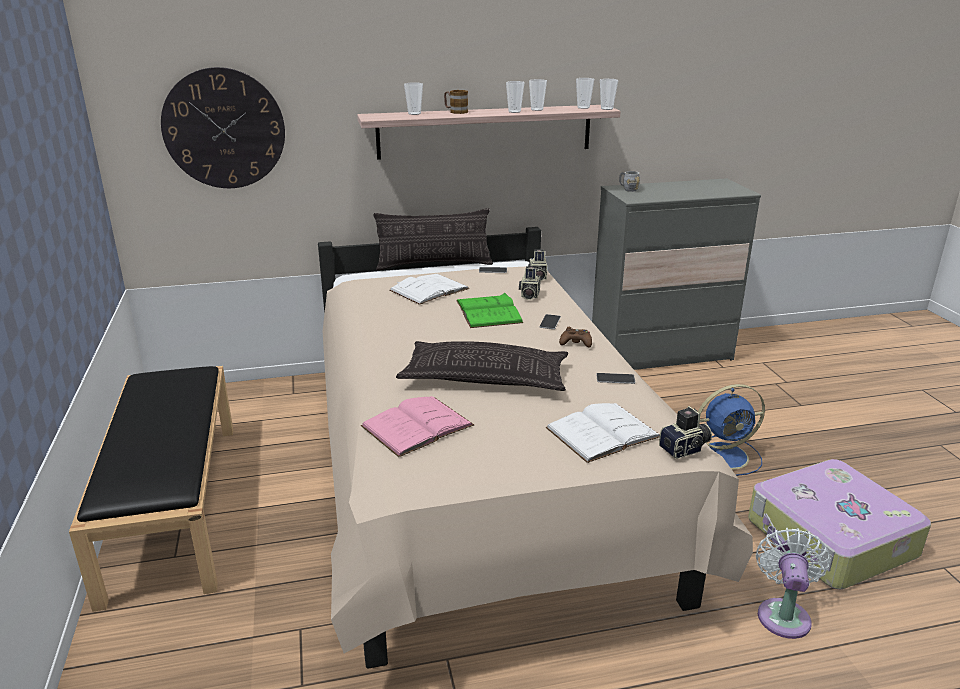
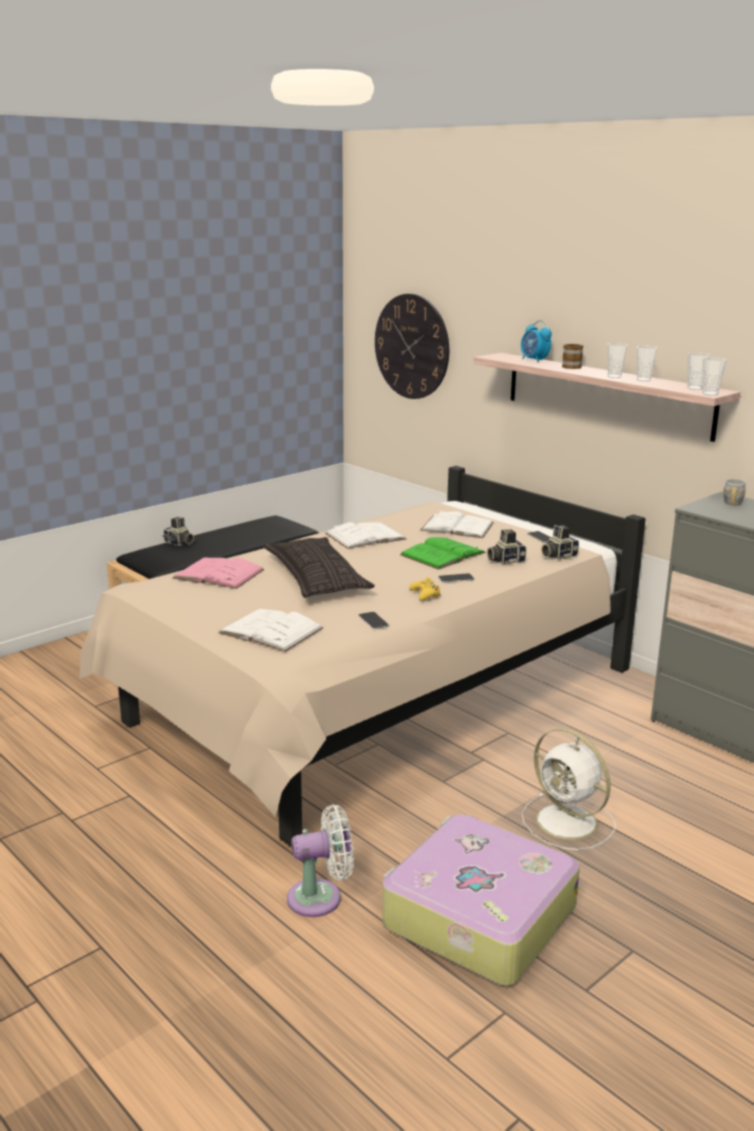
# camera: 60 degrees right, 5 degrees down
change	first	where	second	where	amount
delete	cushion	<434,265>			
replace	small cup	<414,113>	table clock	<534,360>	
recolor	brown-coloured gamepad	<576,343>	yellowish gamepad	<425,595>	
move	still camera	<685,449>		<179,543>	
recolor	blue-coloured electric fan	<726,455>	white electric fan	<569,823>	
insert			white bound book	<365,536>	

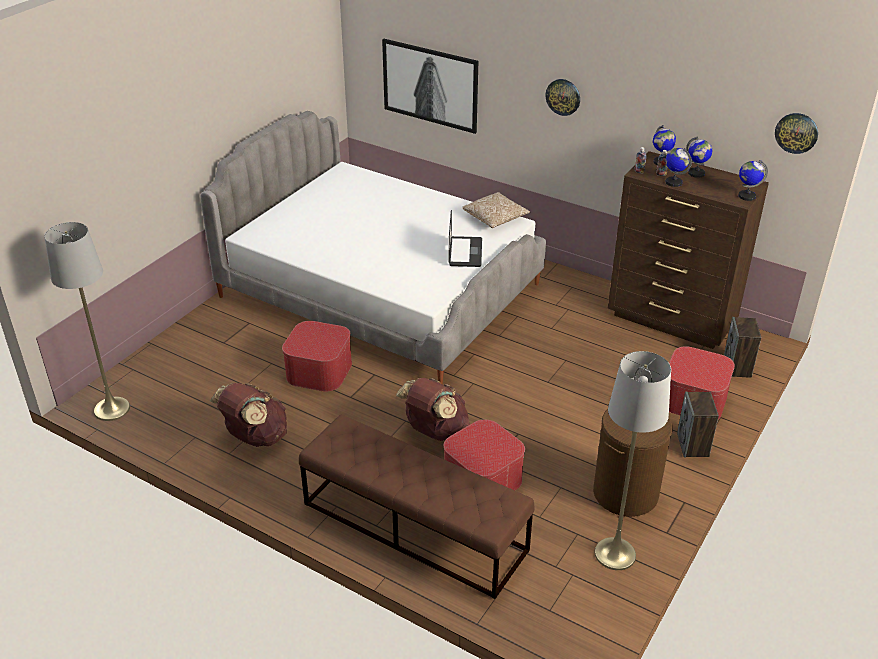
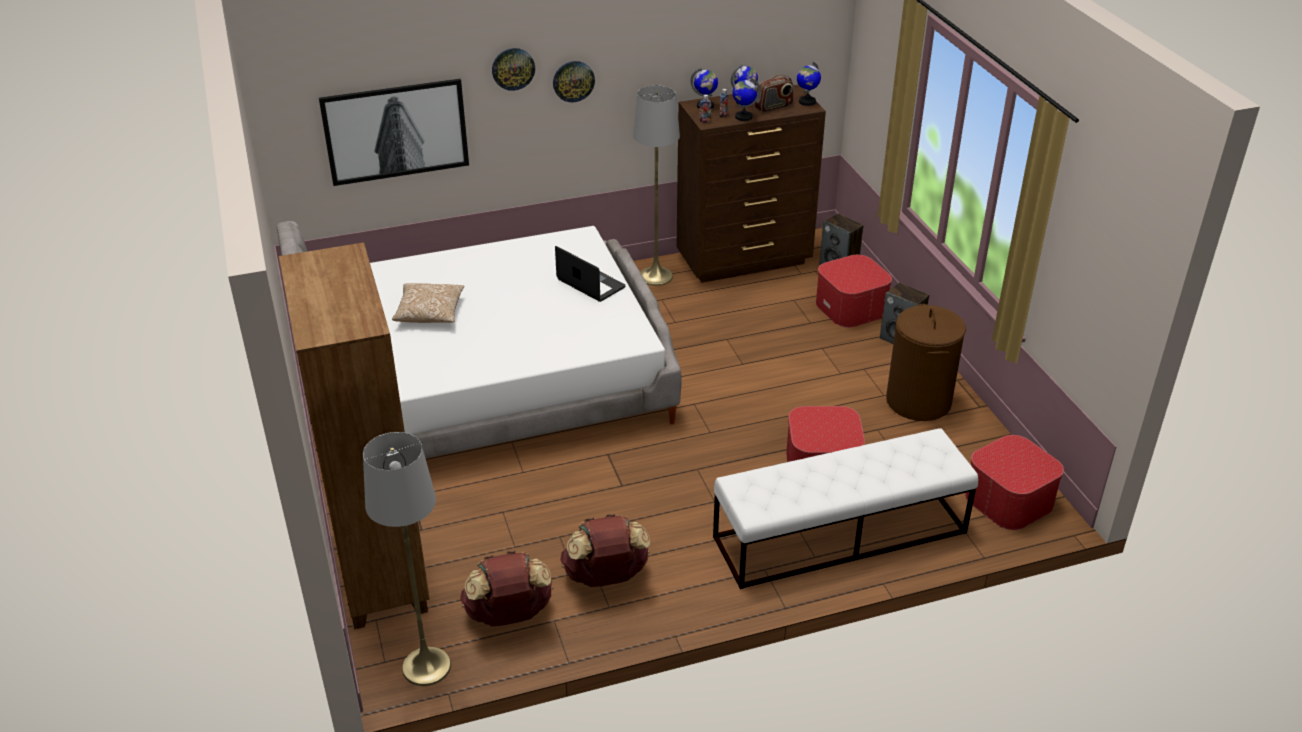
# camera: 50 degrees left, 0 degrees up
change	first	where	second	where	amount
move	pouffe	<319,370>		<1009,500>	
recolor	brown-coloured bench	<413,526>	white bench	<839,535>	
move	brown-coloured rucksack	<435,432>		<509,615>	
move	cushion	<495,218>		<429,313>	
move	greyish floor lamp	<615,553>		<656,276>	
move	wall clock	<796,133>		<513,68>	
insert			brown-coloured shelving unit	<381,567>	
insert			radio set	<774,107>	

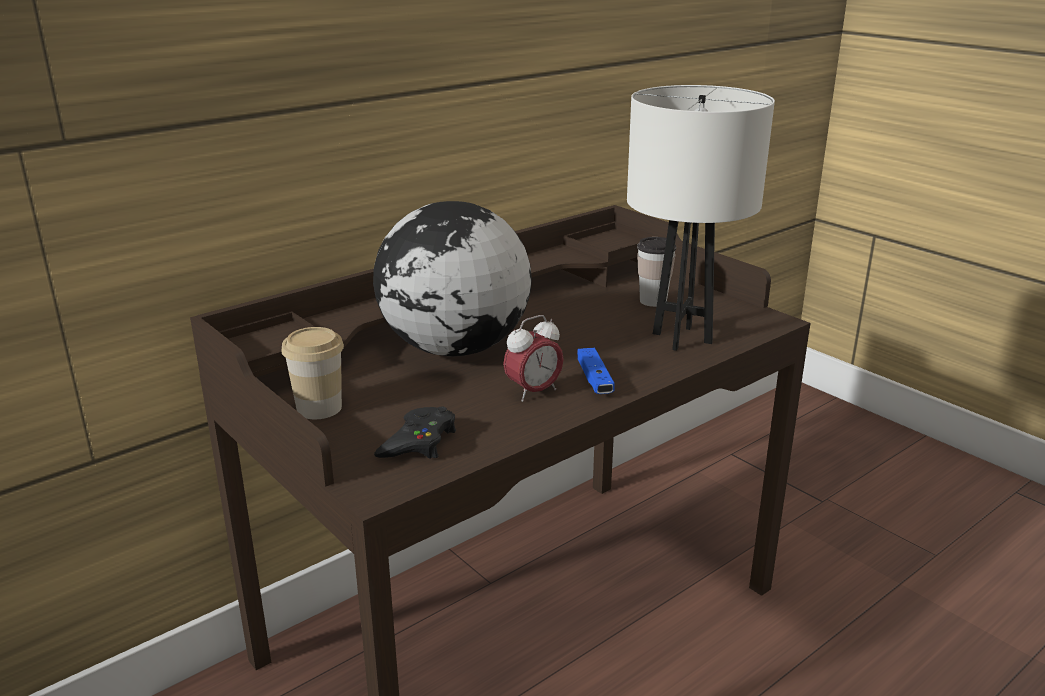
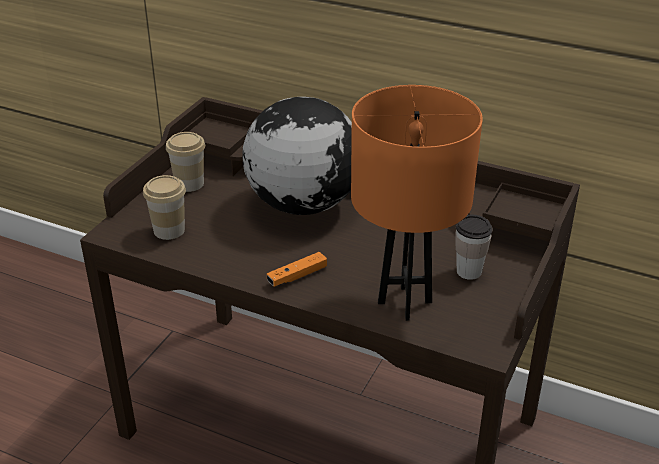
# camera: 65 degrees right, 10 degrees up
change	first	where	second	where	amount
replace	blackish gamepad	<418,442>	small cup	<169,230>	
delete	table clock	<533,392>			
recolor	blue-coloured gamepad	<594,380>	orange-coloured gamepad	<297,276>	
recolor	white table lamp	<681,338>	orange-coloured table lamp	<405,302>	

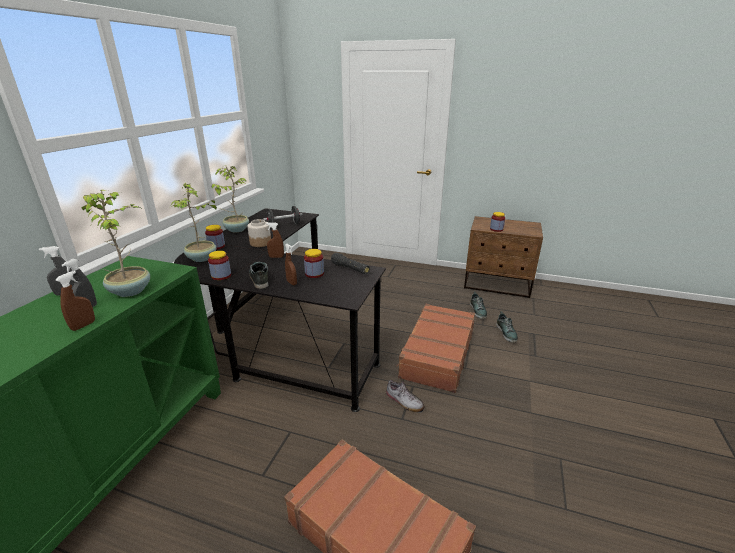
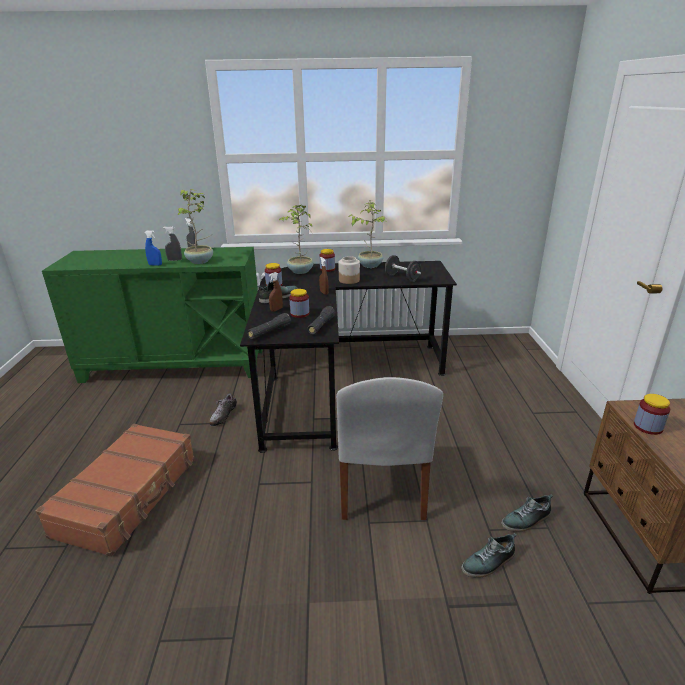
# camera: 70 degrees right, 0 degrees up
change	first	where	second	where	amount
recolor	brown-coloured sprayer	<83,325>	blue-coloured sprayer	<155,265>	
move	shoe	<404,401>		<223,415>	
replace	brown-coloured suitcase	<437,354>	white plain chair	<381,491>	
insert			blackish torch	<270,332>	

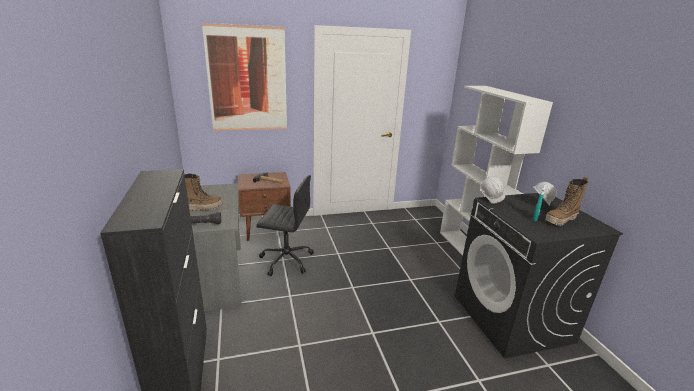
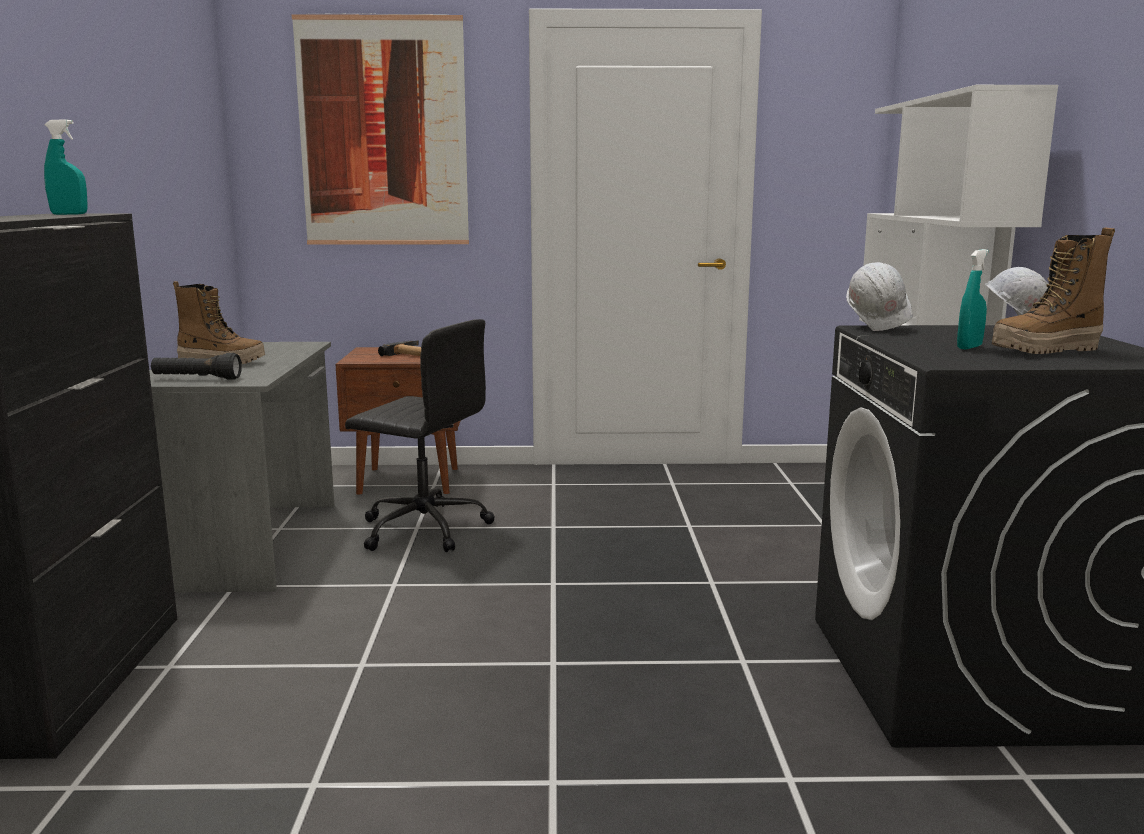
# camera: 15 degrees right, 10 degrees down
change	first	where	second	where	amount
insert			turquoise sprayer	<69,214>	

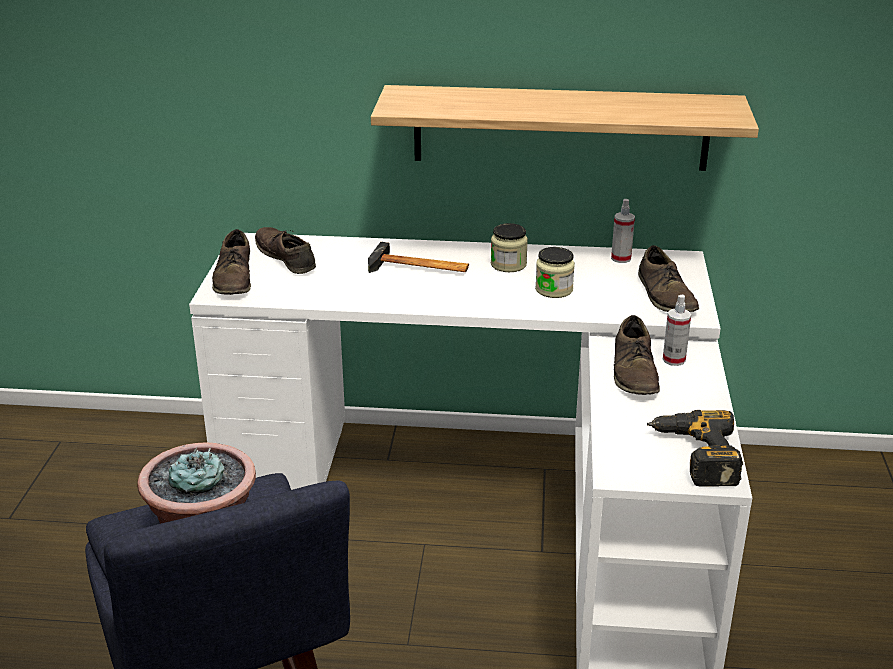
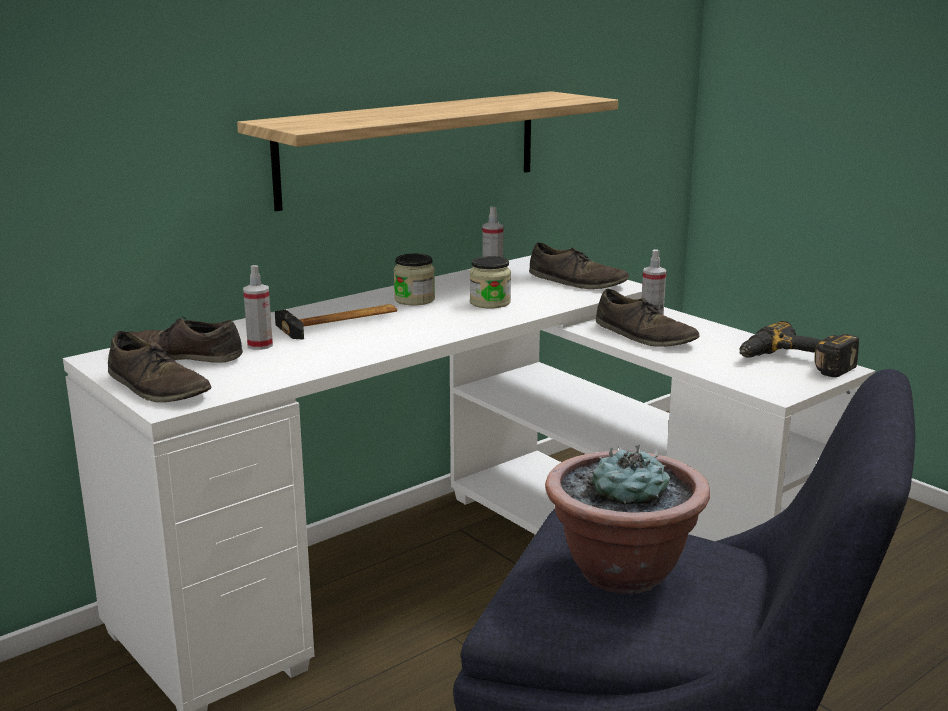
# camera: 45 degrees left, 10 degrees down
change	first	where	second	where	amount
insert			sprayer	<260,345>	

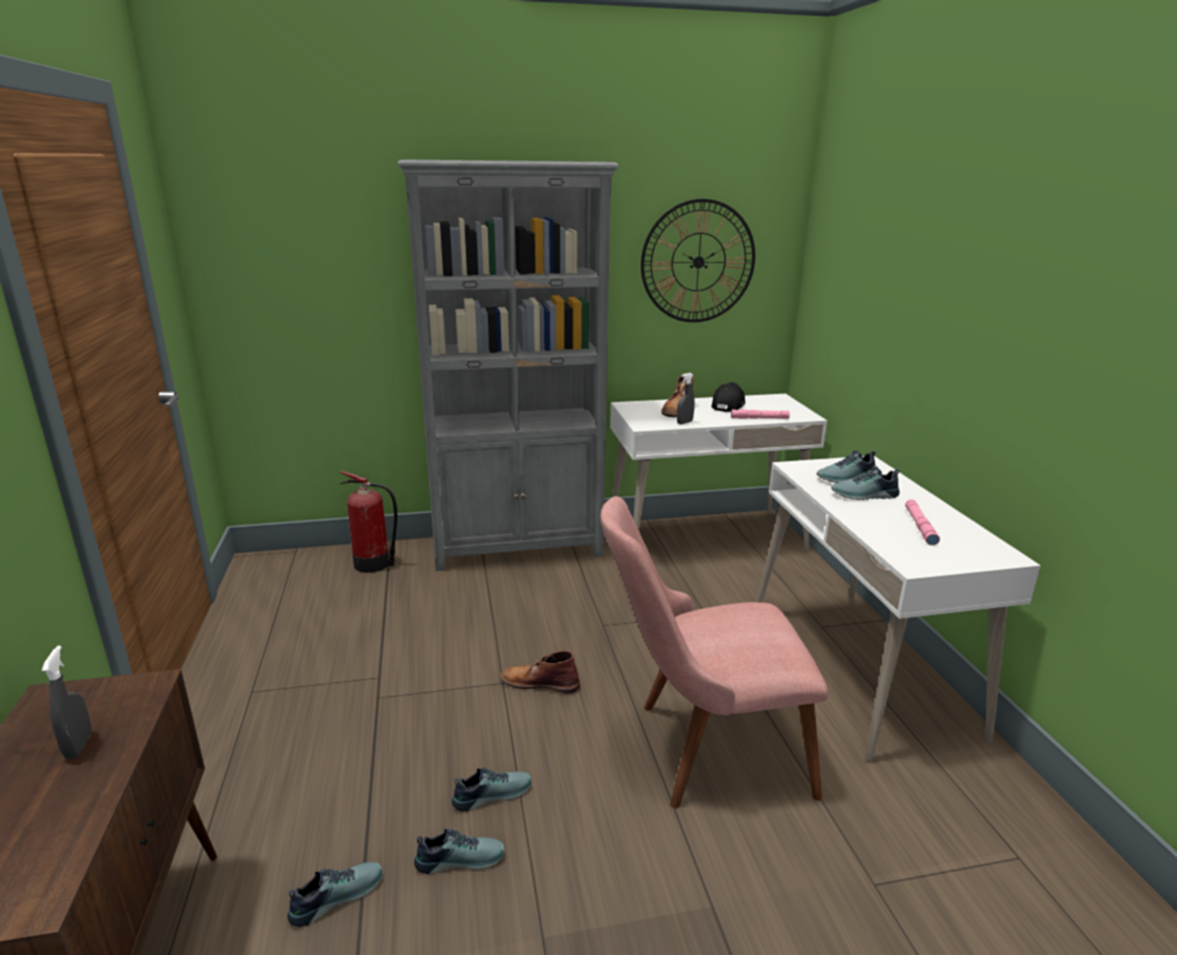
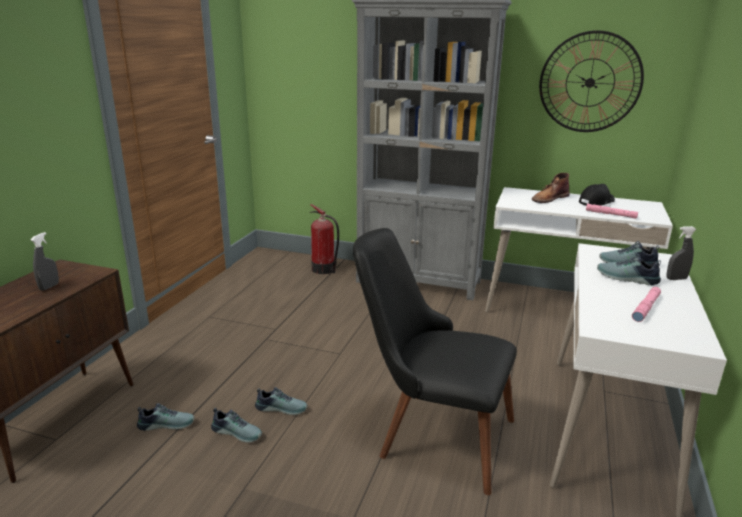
# camera: 30 degrees right, 0 degrees up
change	first	where	second	where	amount
delete	brown-coloured high-top boot	<539,682>			
recolor	pink plain chair	<701,750>	blackish plain chair	<430,433>	
move	greyish sprayer	<684,422>		<676,279>	

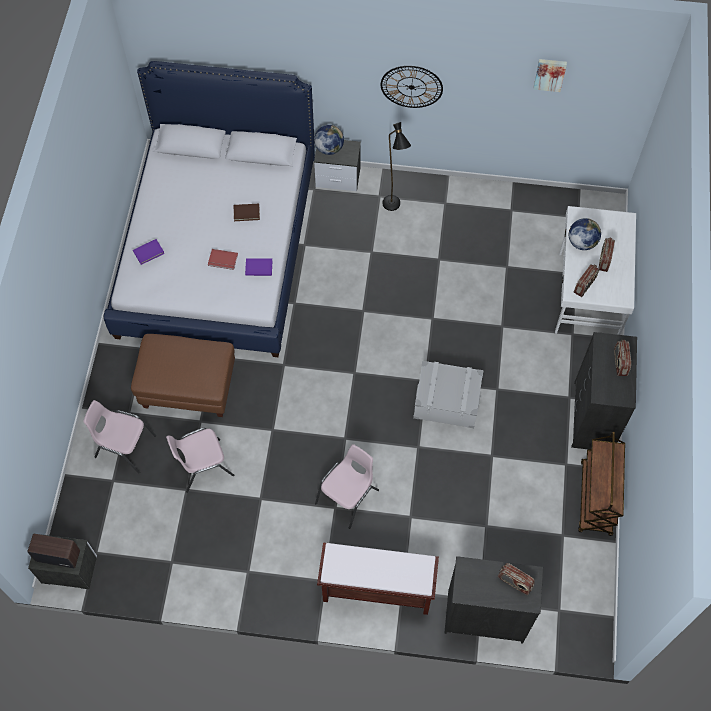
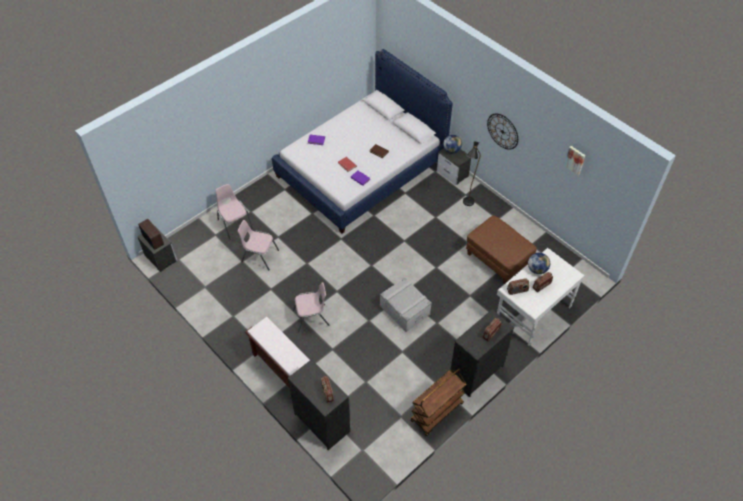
# camera: 40 degrees right, 10 degrees down
change	first	where	second	where	amount
move	brown-coloured pouffe	<188,386>		<498,259>	

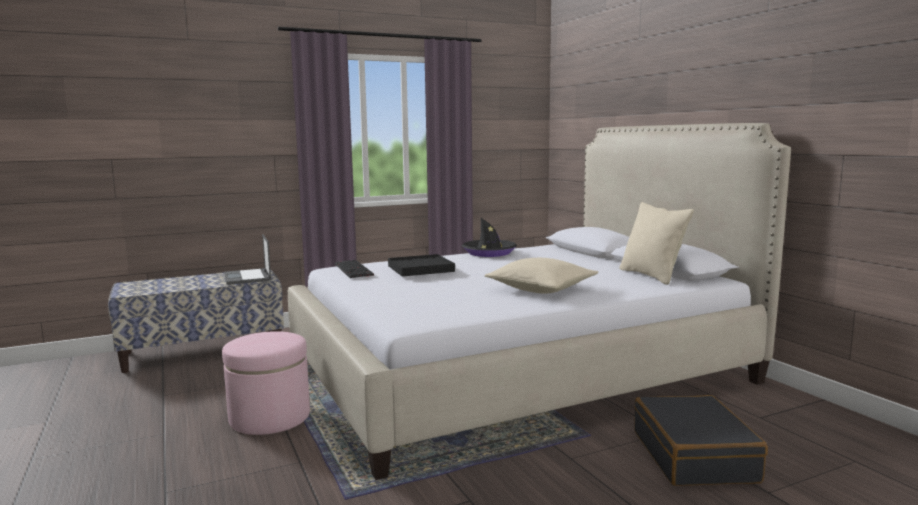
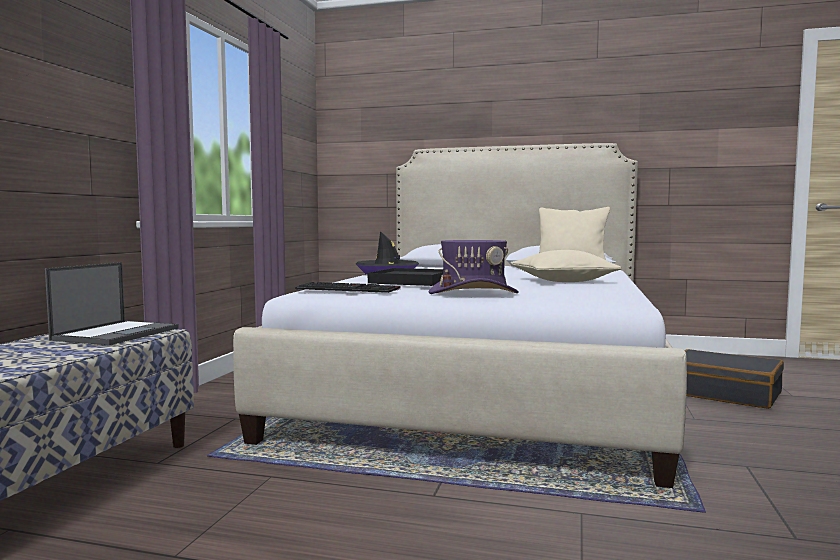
# camera: 50 degrees left, 5 degrees down
change	first	where	second	where	amount
delete	pink pouffe	<270,417>			
rotate	notebook computer	<247,277>		<117,333>	90 degrees counterclockwise
insert			purplish wearable hat	<473,293>	

